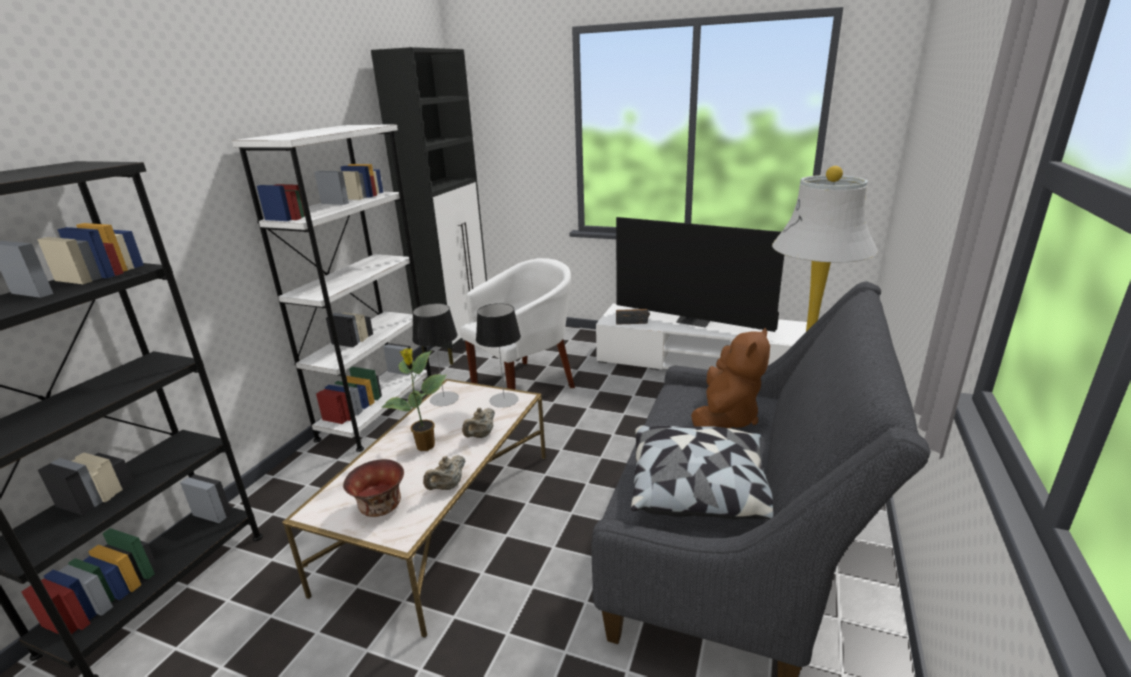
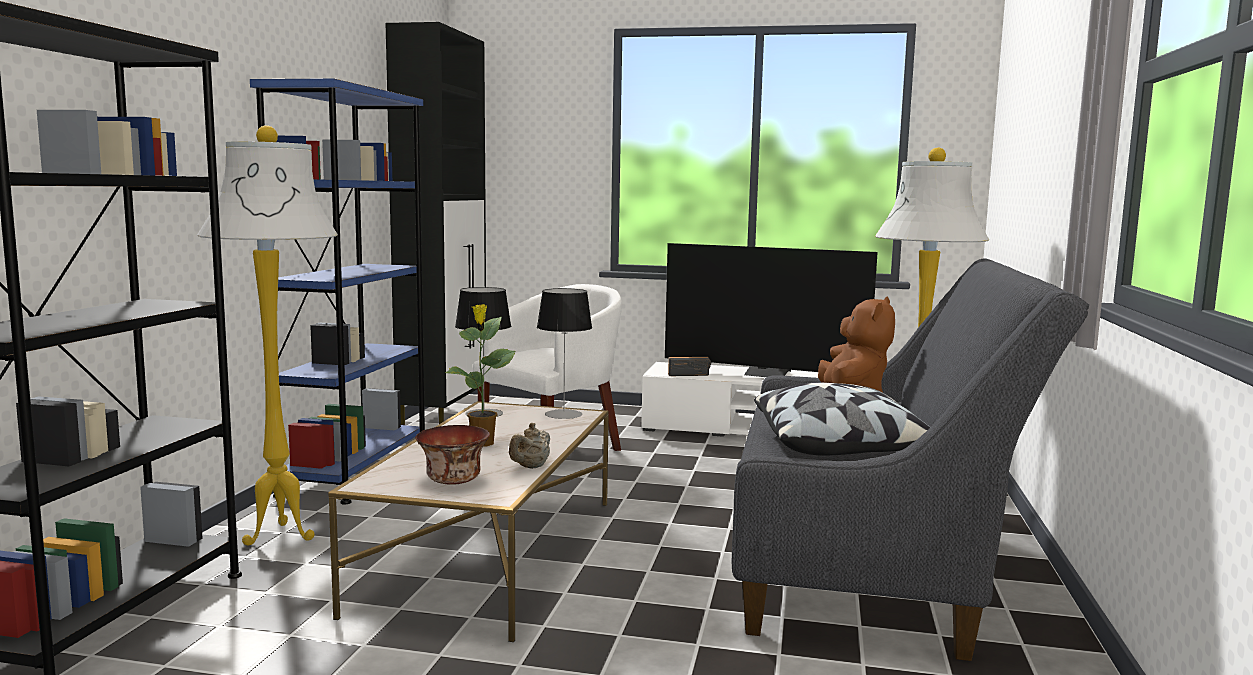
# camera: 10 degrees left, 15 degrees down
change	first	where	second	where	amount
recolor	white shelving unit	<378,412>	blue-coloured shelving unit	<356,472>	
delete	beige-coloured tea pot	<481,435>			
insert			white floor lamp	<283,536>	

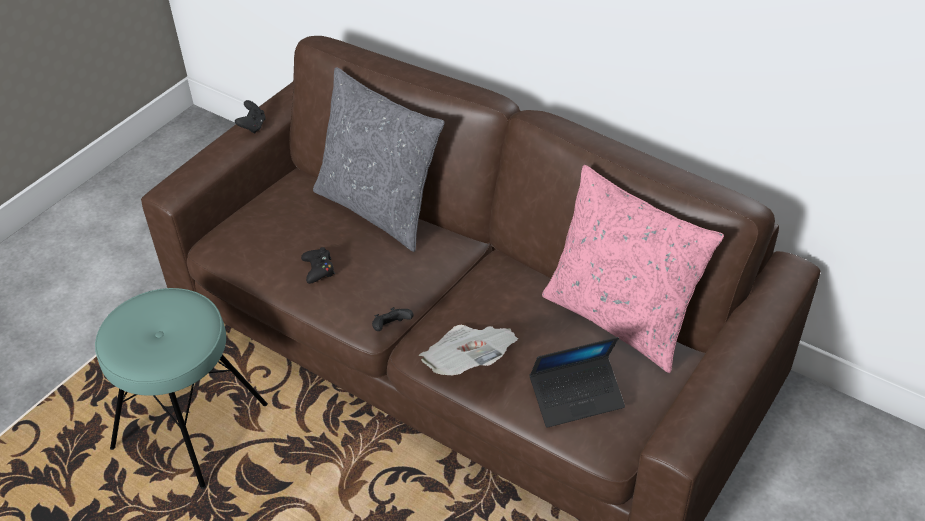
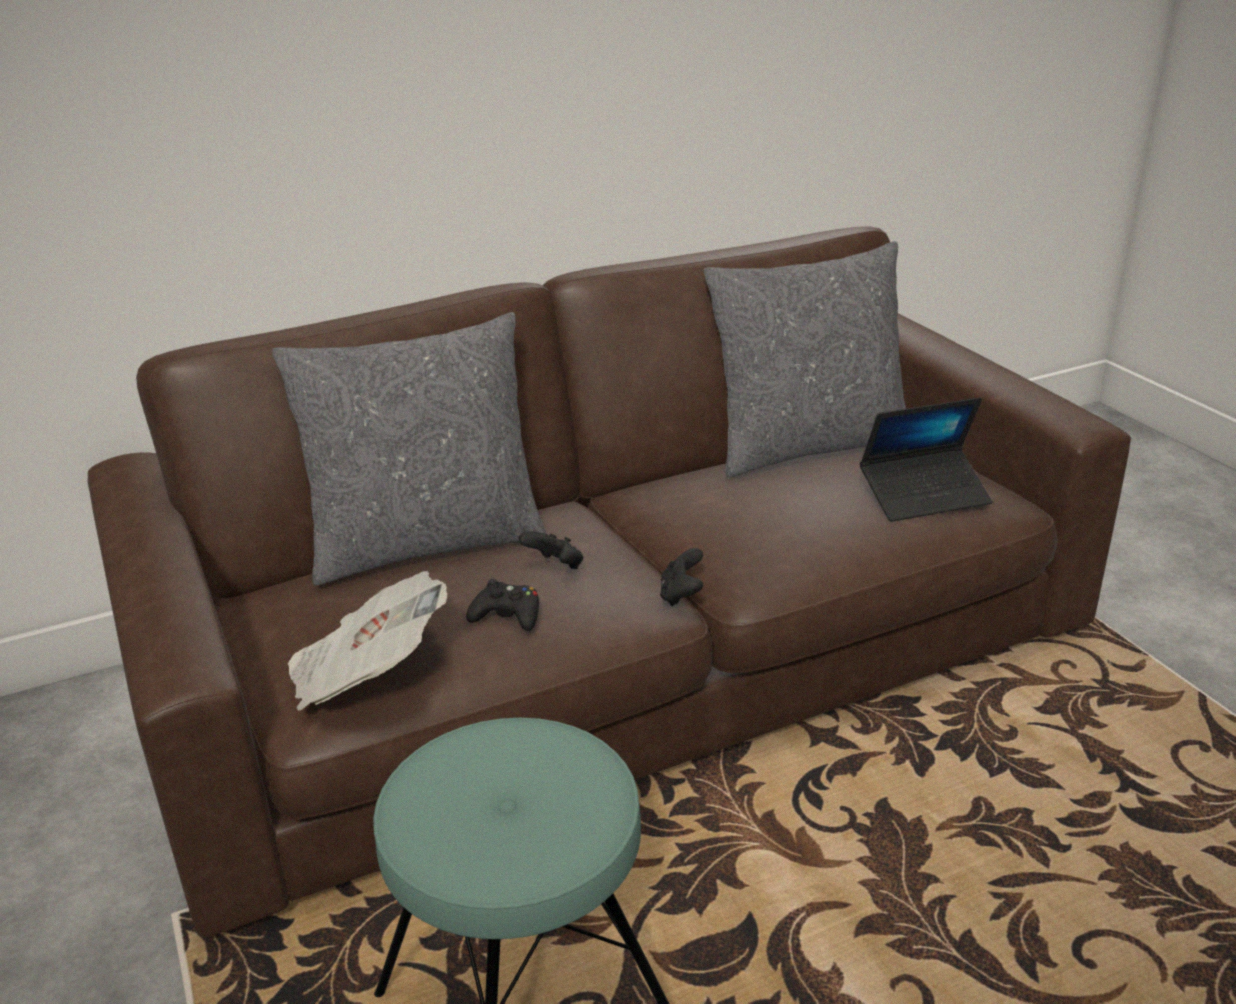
# camera: 60 degrees left, 15 degrees down
change	first	where	second	where	amount
move	blackish gamepad	<253,126>		<555,567>	
move	printed paper	<467,364>		<367,675>	
rotate	notebook computer	<576,397>		<924,495>	60 degrees clockwise
recolor	pink cushion	<620,318>	greyish cushion	<807,446>	

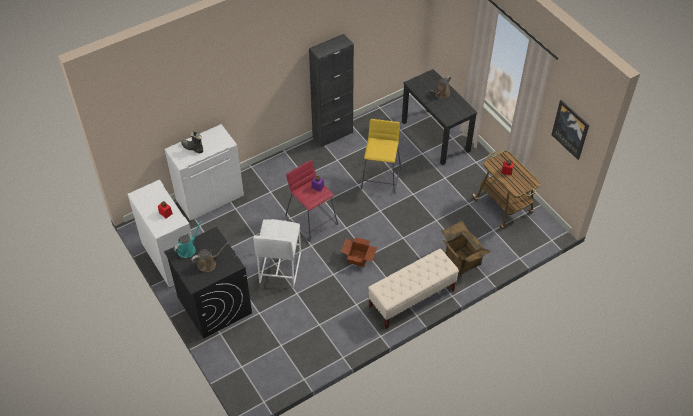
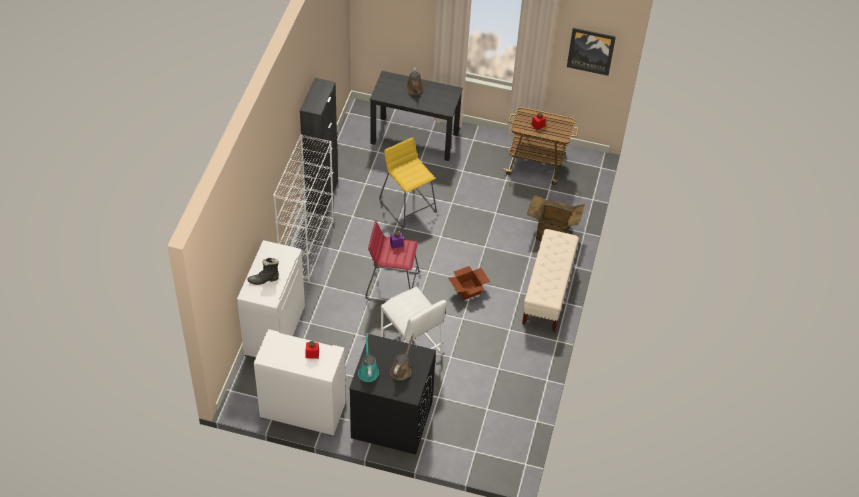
# camera: 45 degrees left, 0 degrees up
change	first	where	second	where	amount
insert			white shelving unit	<307,248>	

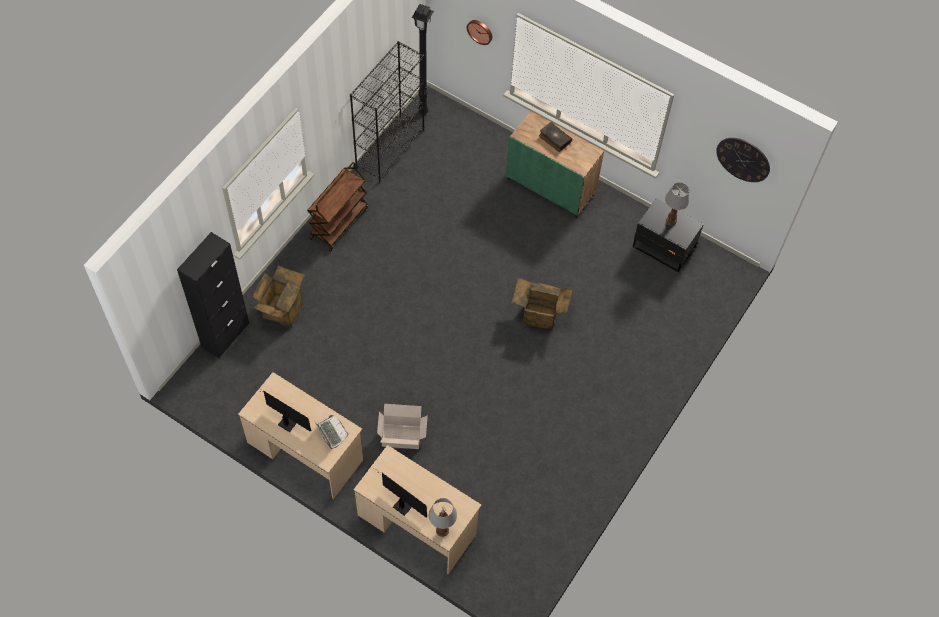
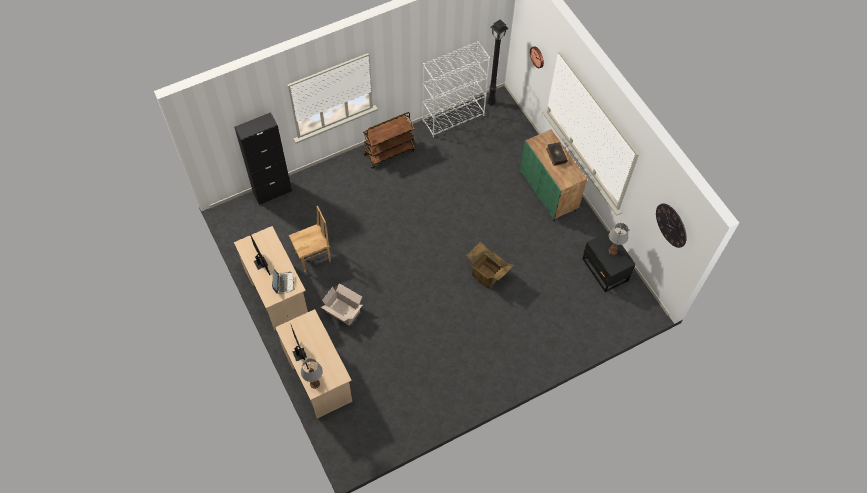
# camera: 30 degrees right, 0 degrees up
change	first	where	second	where	amount
delete	carton	<281,309>			
recolor	blackish shelving unit	<390,148>	white shelving unit	<453,118>	
insert			brown-coloured plain chair	<313,257>	

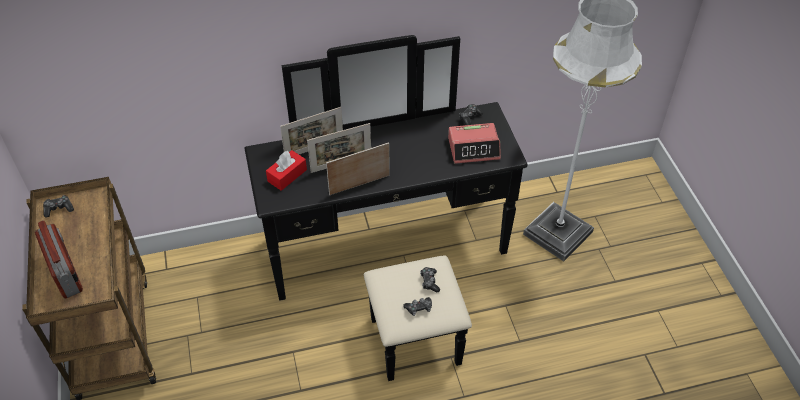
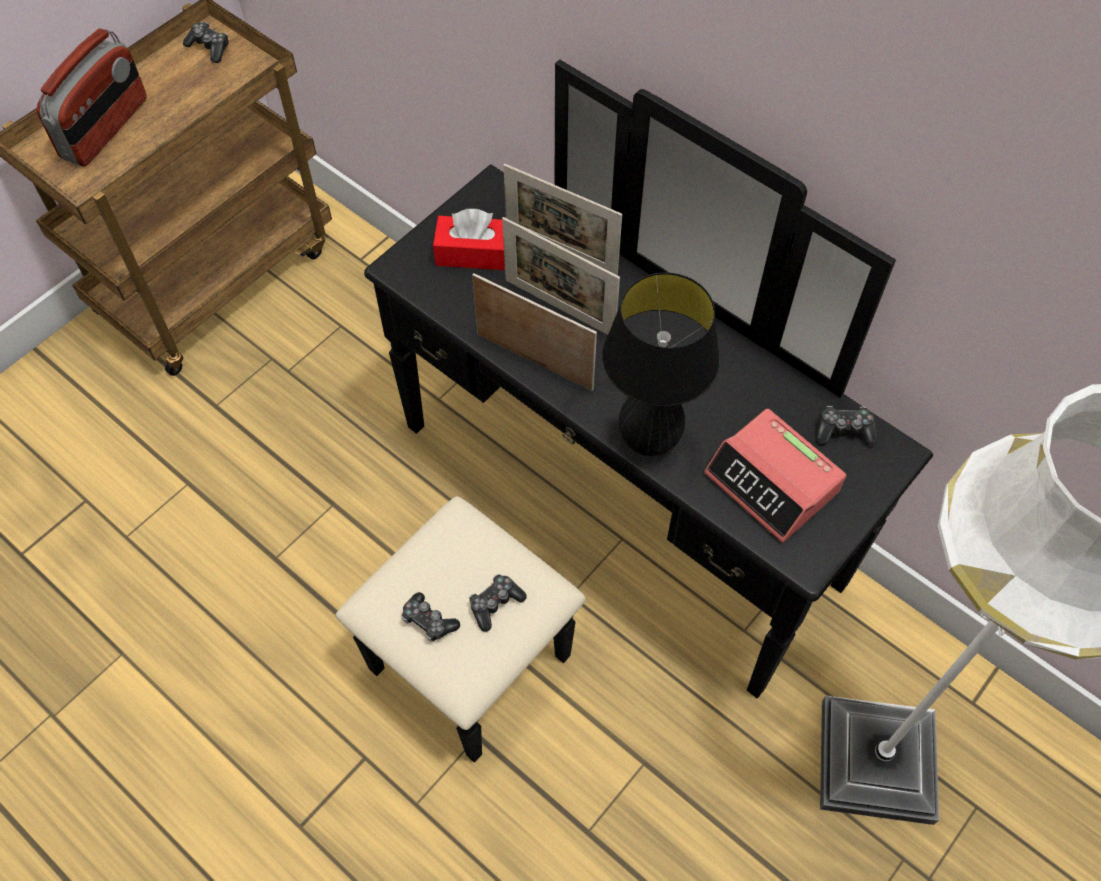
# camera: 55 degrees right, 10 degrees up
change	first	where	second	where	amount
insert			blackish table lamp	<649,442>	

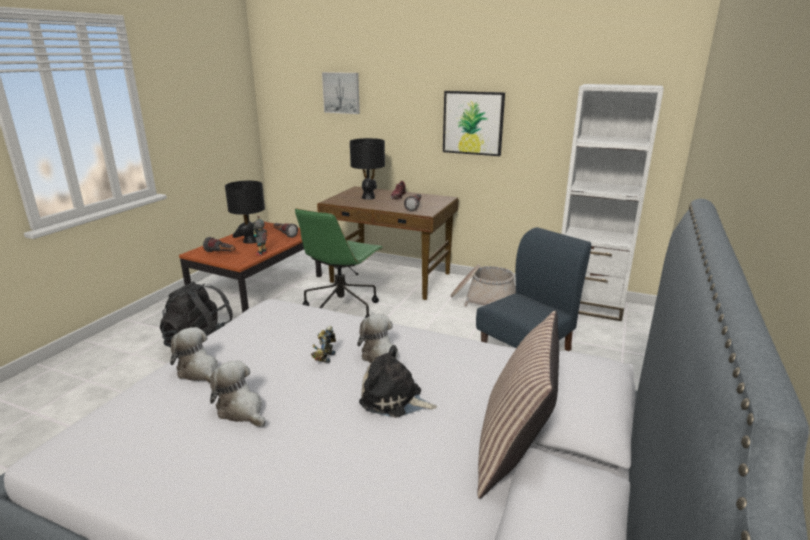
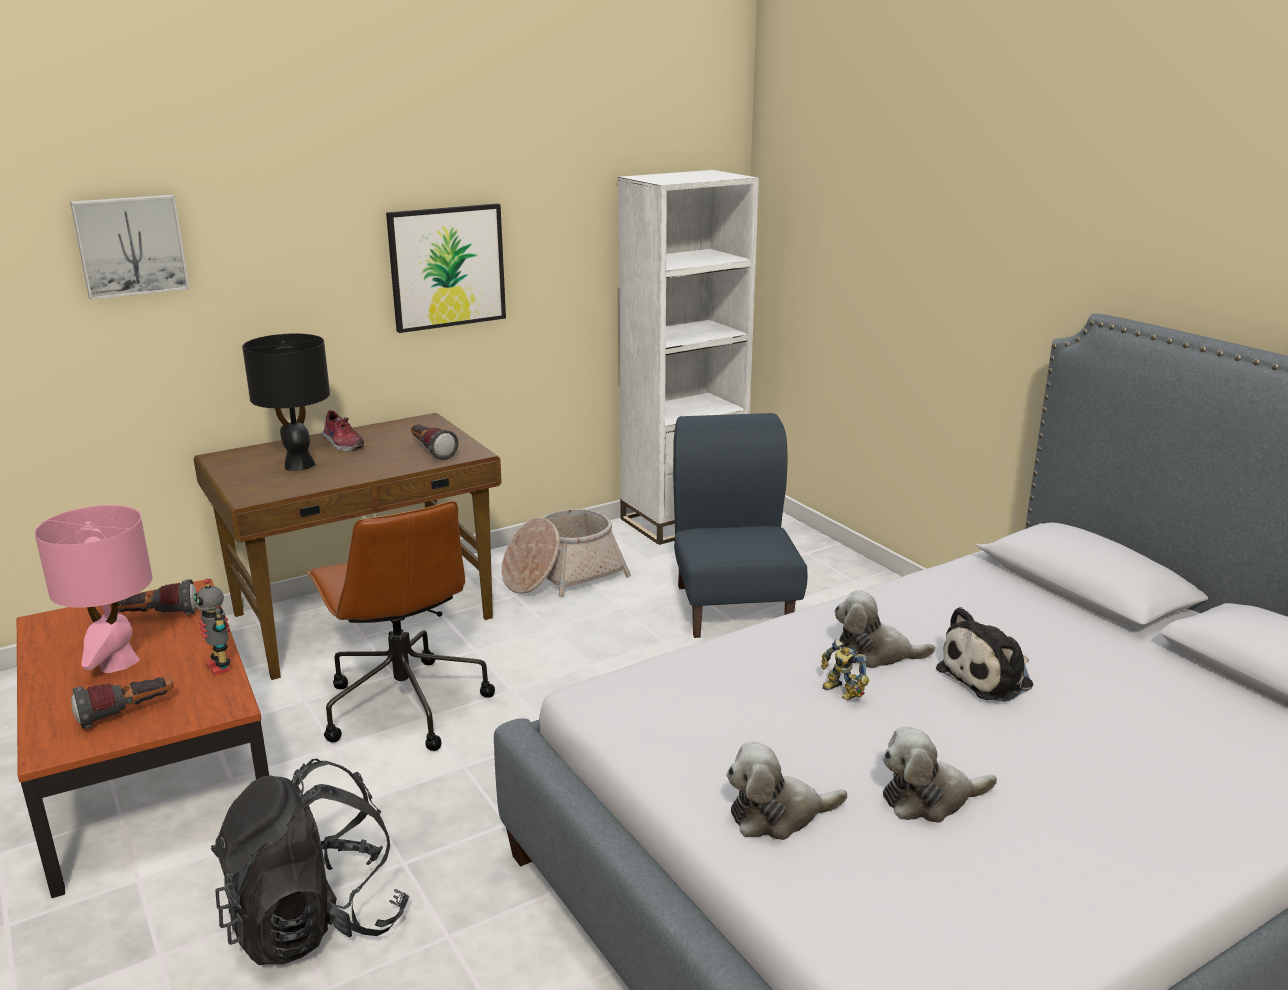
# camera: 55 degrees left, 0 degrees up
change	first	where	second	where	amount
recolor	blackish table lamp	<250,241>	pink table lamp	<118,663>	
recolor	green office chair	<342,309>	brown-coloured office chair	<403,705>	
delete	cushion	<514,452>			

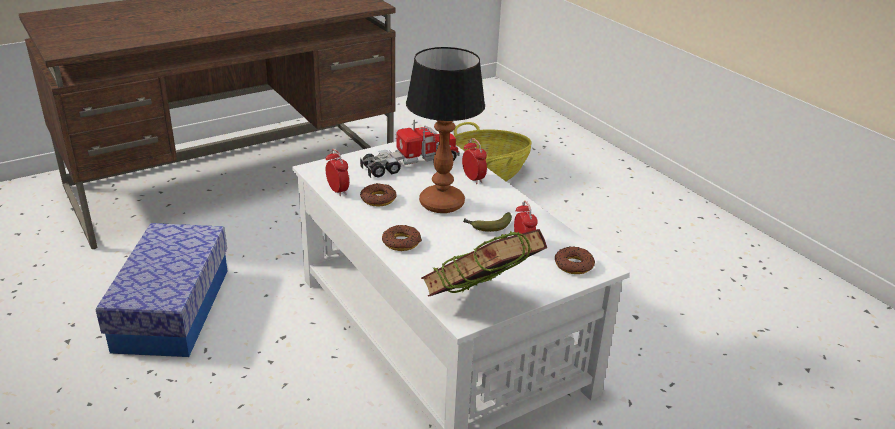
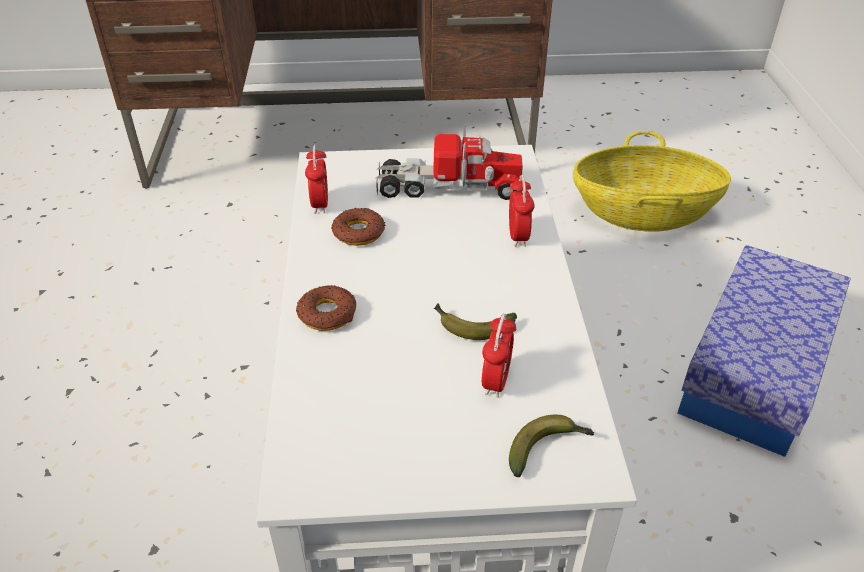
# camera: 30 degrees right, 10 degrees up
change	first	where	second	where	amount
move	storage box	<172,309>		<754,370>	
delete	table lamp	<442,203>			
delete	bound book	<480,304>			
replace	donut	<573,265>	whole banana	<547,448>	

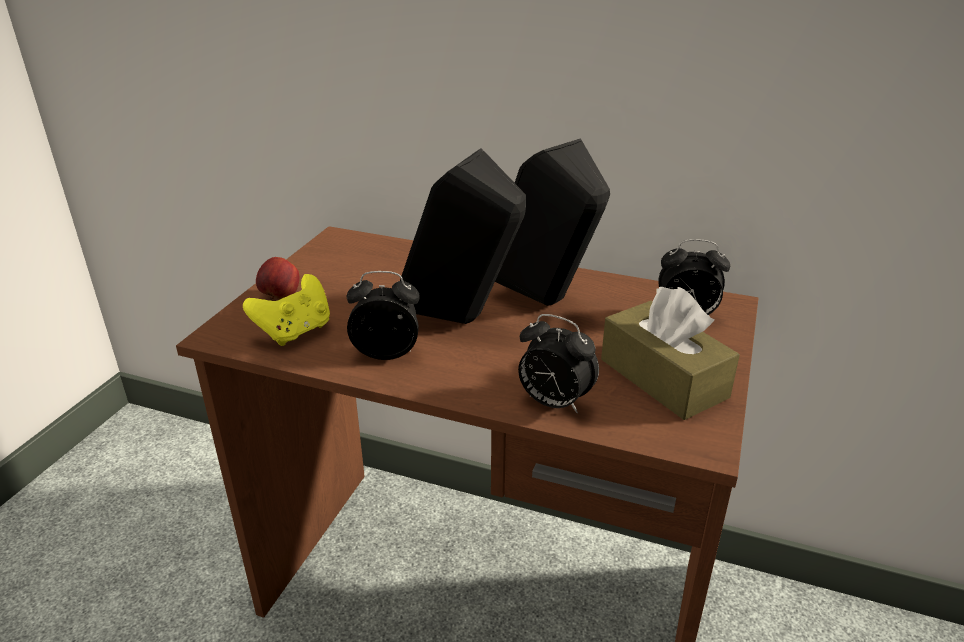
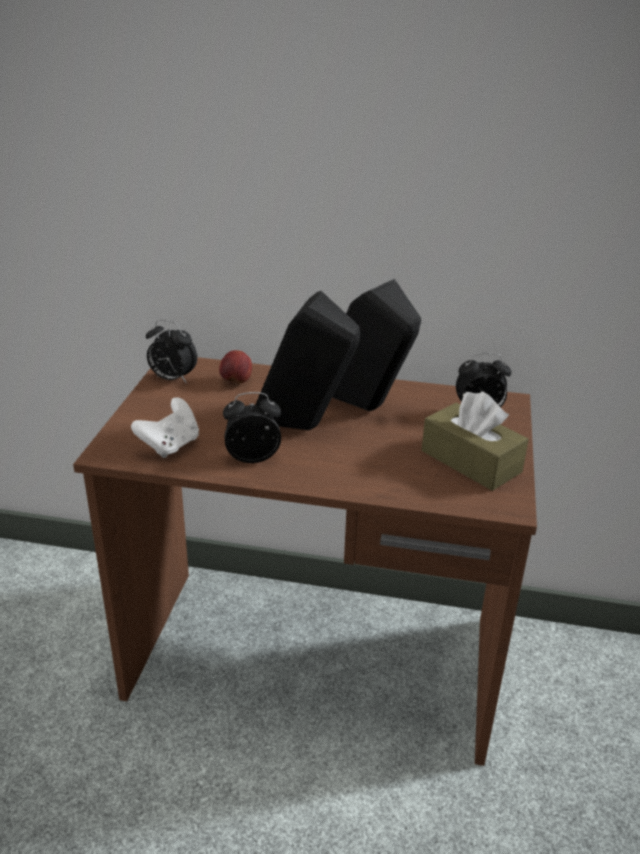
# camera: 10 degrees left, 0 degrees up
change	first	where	second	where	amount
recolor	yellowish gamepad	<295,332>	white gamepad	<170,446>	
move	apple fruit	<280,297>		<236,382>	
move	table clock	<553,403>		<172,379>	

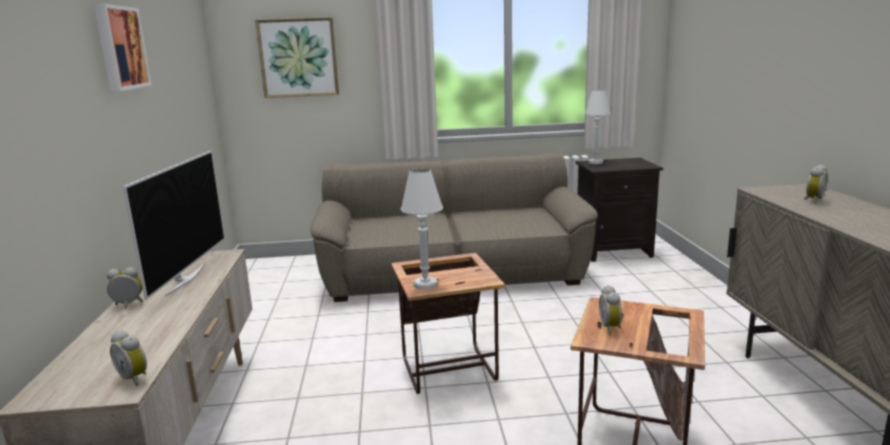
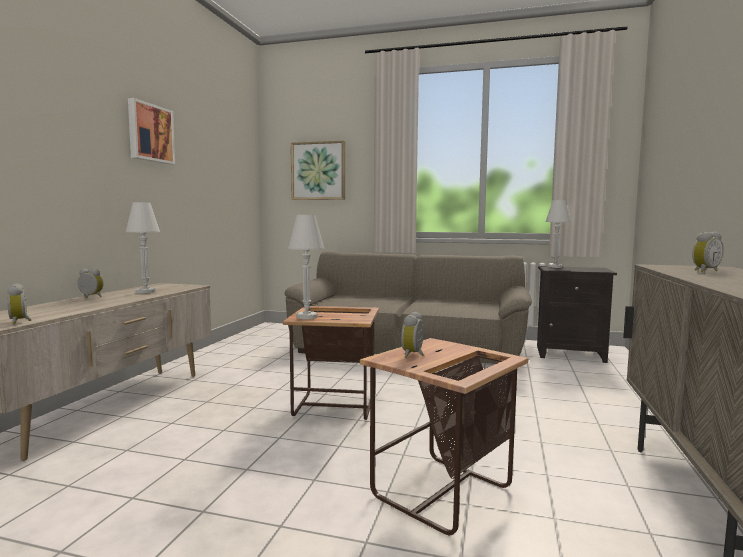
# camera: 20 degrees right, 10 degrees down
change	first	where	second	where	amount
replace	television	<185,279>	white table lamp	<146,292>	

